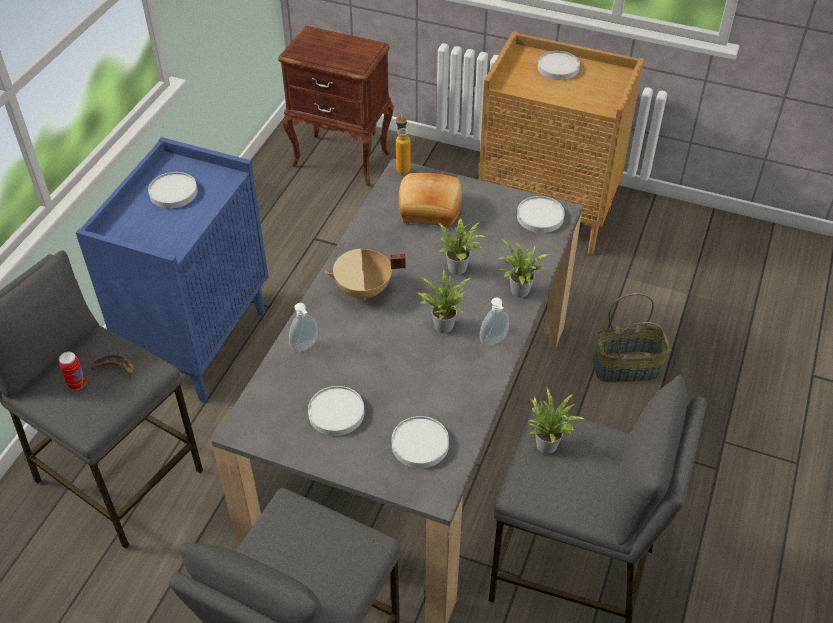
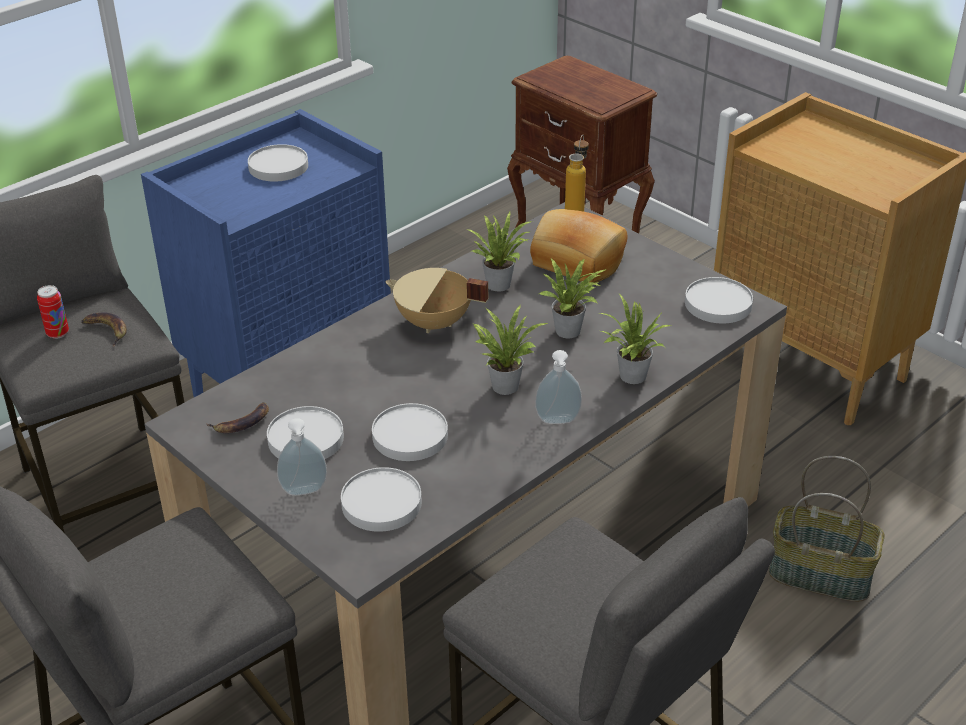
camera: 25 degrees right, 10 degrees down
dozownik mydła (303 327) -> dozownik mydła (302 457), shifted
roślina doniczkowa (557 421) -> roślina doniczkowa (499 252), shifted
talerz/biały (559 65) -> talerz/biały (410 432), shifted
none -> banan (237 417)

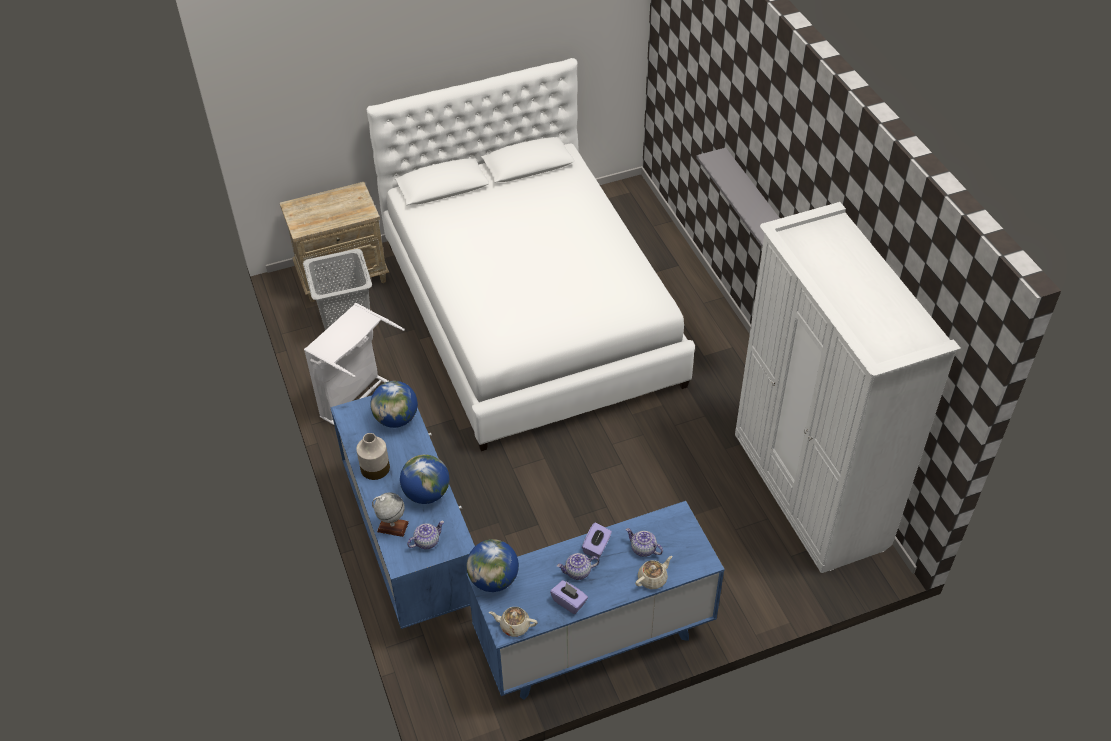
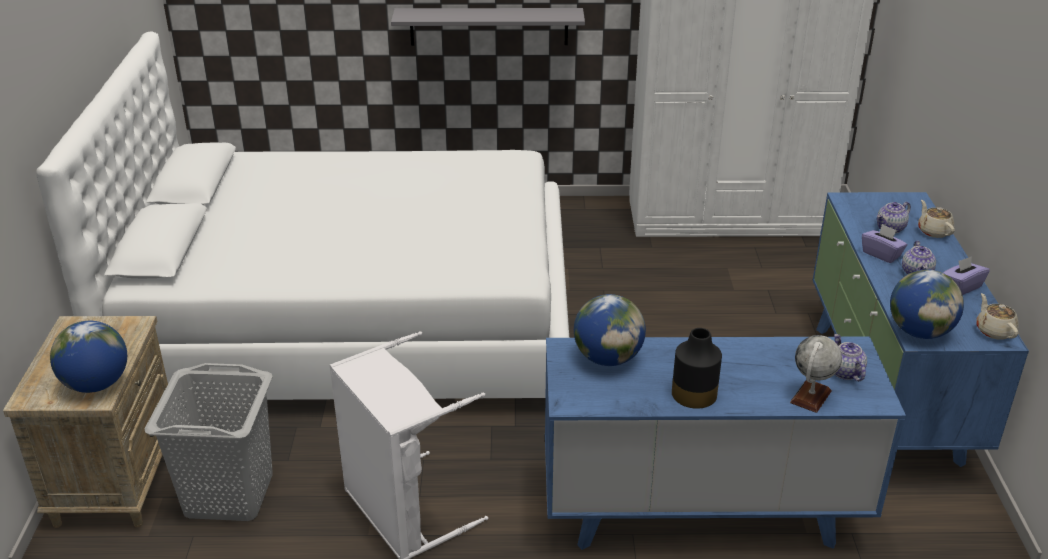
camera: 70 degrees left, 15 degrees down
wazon/beżowy (373 456) -> wazon/czarny (697 368)
globus (424 479) -> globus (88 357), shifted
imbryk/beżowy (513 622) -> imbryk/beżowy (997 316), 135 degrees clockwise

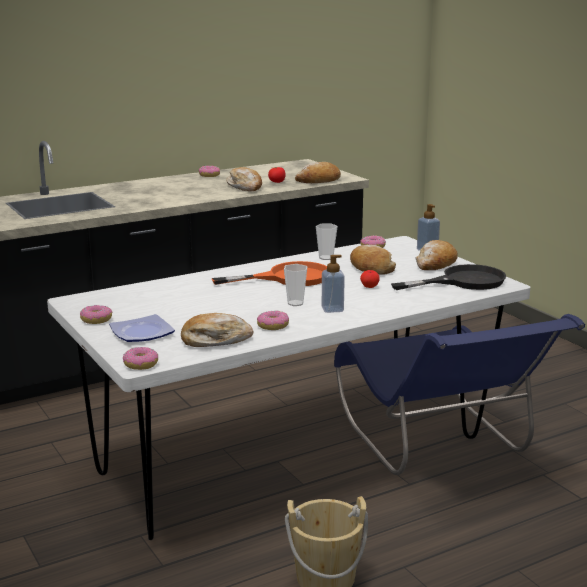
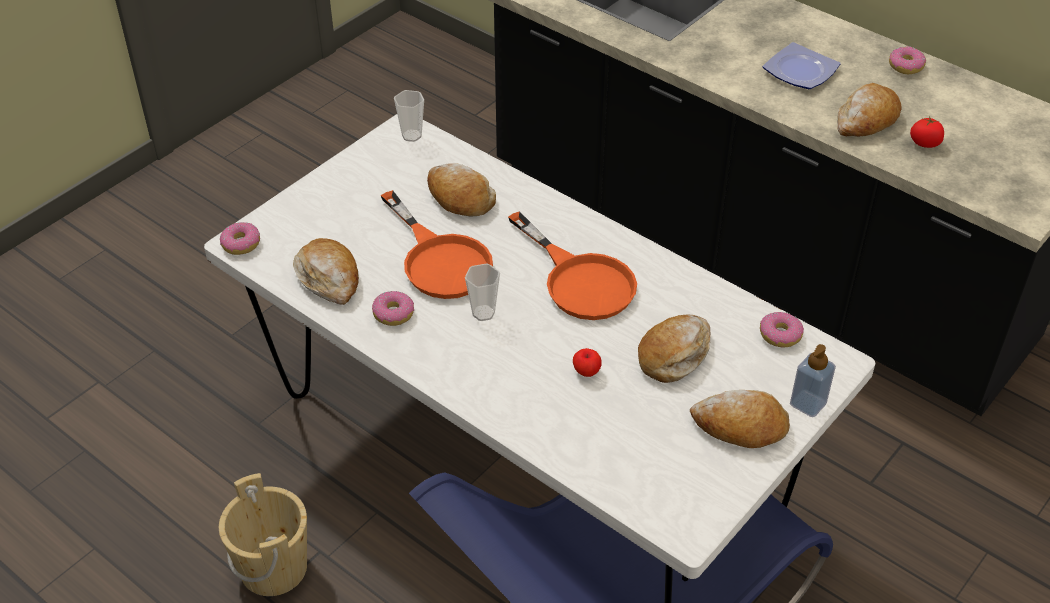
camera: 70 degrees right, 25 degrees up
donut (96 314) -> none
talerz (142 328) -> talerz (802 65), shifted
chleb (318 172) -> chleb (461 190), shifted
filiżanka (327 242) -> filiżanka (409 116), shifted
dozownik mydła (333 284) -> none
patelnia/czarny (448 277) -> none
none -> patelnia/pomarańczowy (437 244)

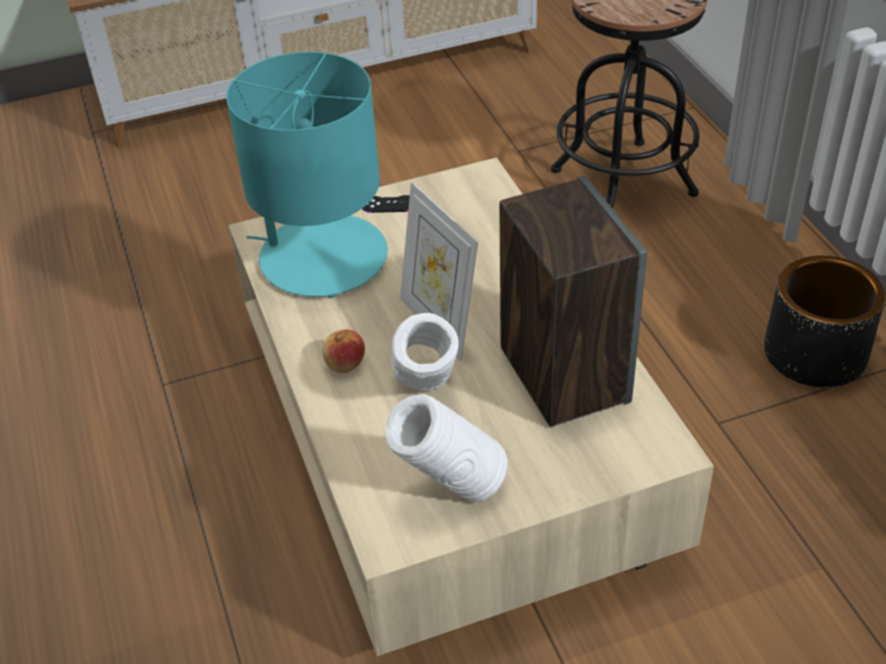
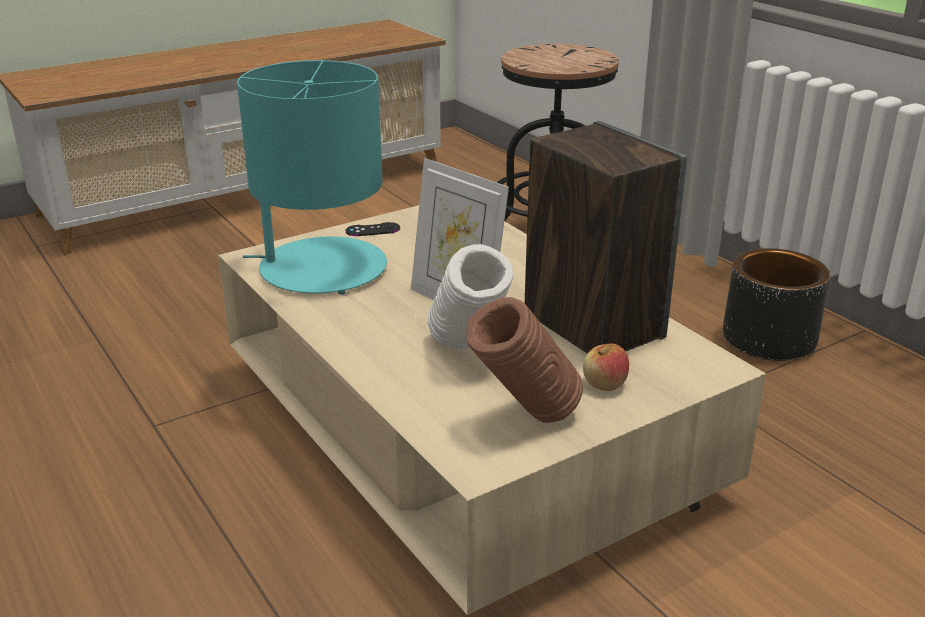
camera: 15 degrees left, 15 degrees down
jabłko (343 351) -> jabłko (606 367), shifted
wazon/biały (446 448) -> wazon/brązowy (524 360)

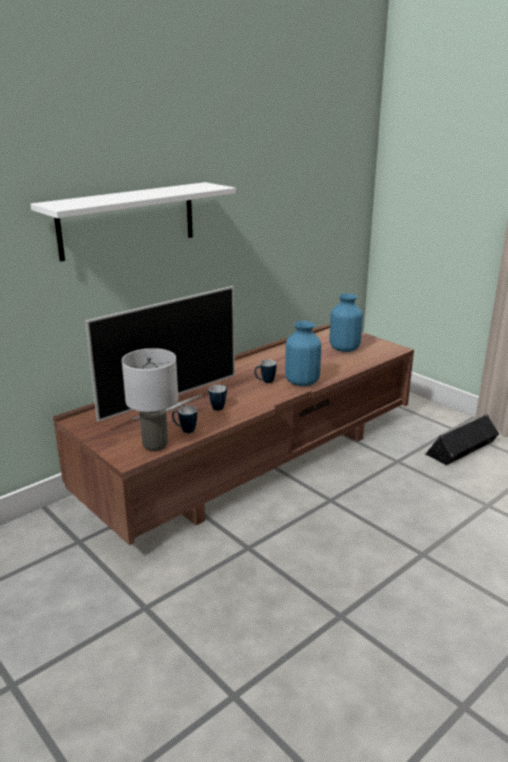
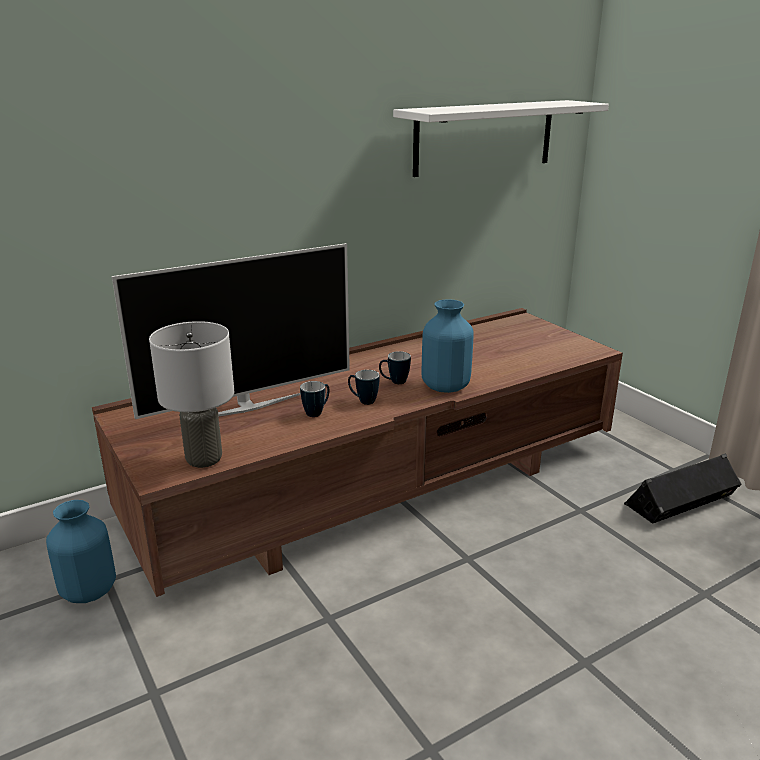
camera: 10 degrees right, 0 degrees up
półka/biały (133 221) -> półka/biały (501 138), shifted
kubek (184 419) -> kubek (363 387), shifted
wazon/niebieski (346 323) -> wazon/niebieski (81 551), shifted

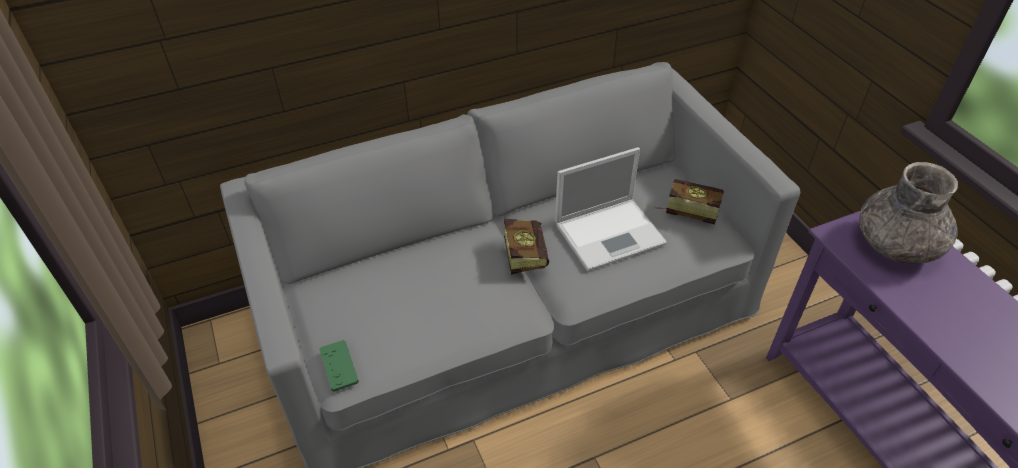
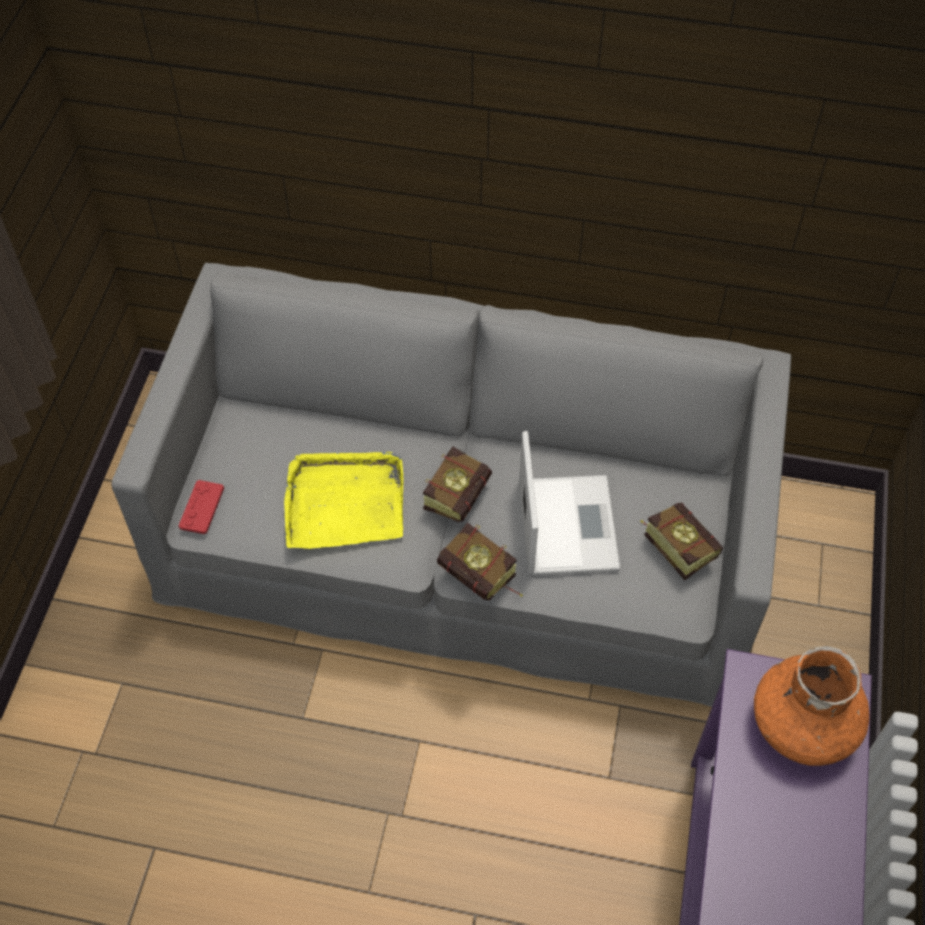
camera: 35 degrees right, 10 degrees up
pad do gier/zielony (339 366) -> pad do gier/czerwony (201 507)
laptop (611 209) -> laptop (569 503), 105 degrees counterclockwise
wazon/szary (908 213) -> wazon/pomarańczowy (811 706)
none -> taca/żółty (343 500)
none -> książka (480 561)

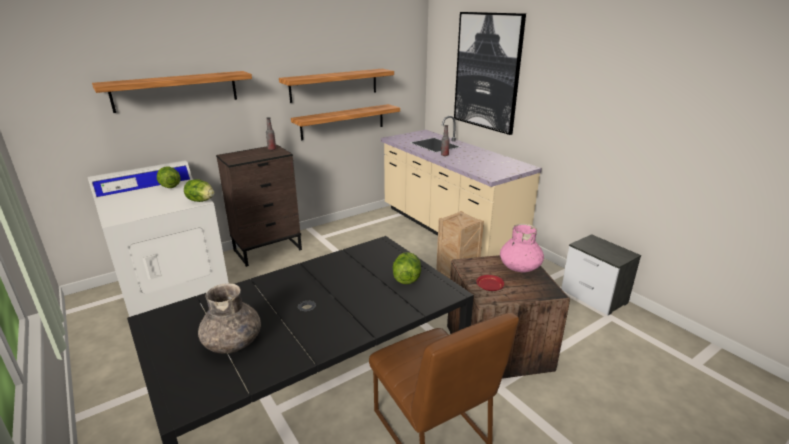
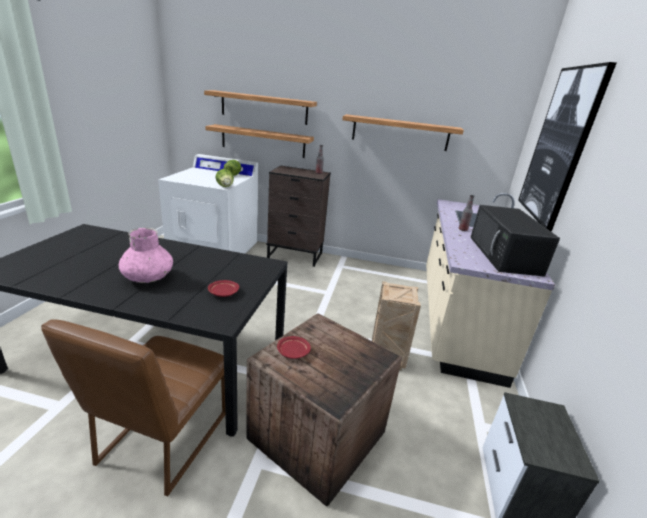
camera: 45 degrees right, 0 degrees up
wazon/szary (229 318) -> none
półka (345 122) -> półka (259 141), shifted
sałata (407 268) -> talerz/czerwony (223 288)
wazon/różowy (522 248) -> wazon/różowy (146 255), shifted
none -> mikrofalówka/czarny (515 241)

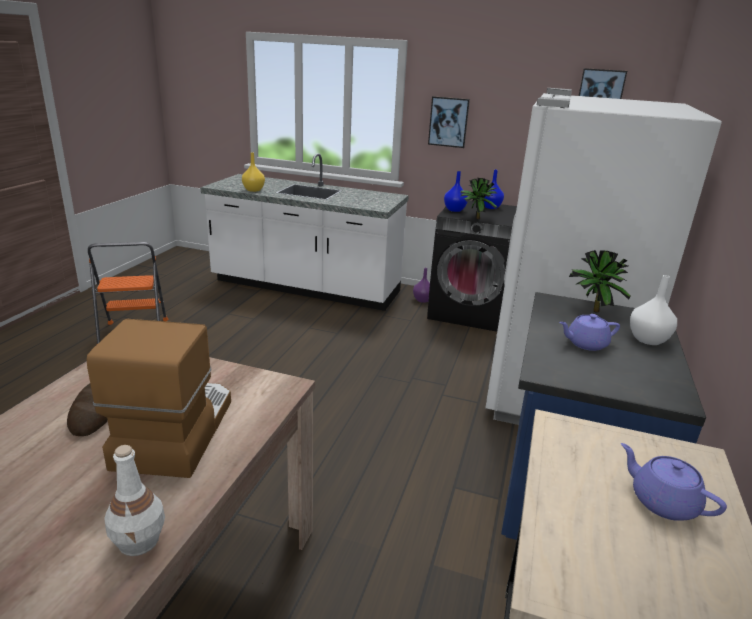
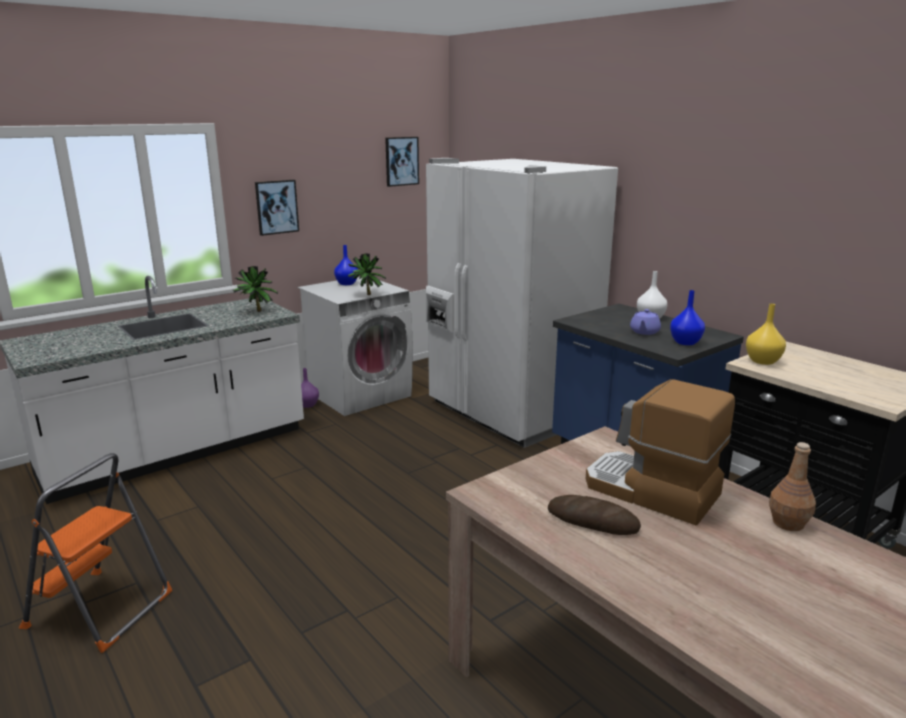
camera: 55 degrees left, 5 degrees down
butelka/biały (134 500) -> butelka/brązowy (792 486)
wazon/żółty (253 172) -> wazon/żółty (766 334), shifted
pralka/czarny (472 266) -> pralka/biały (355 346)
wazon/niebieski (456 191) -> wazon/niebieski (687 317), shifted
roślina doniczkowa (600 281) -> roślina doniczkowa (255 289), shifted
imbryk/fioletowy (674 482) -> none

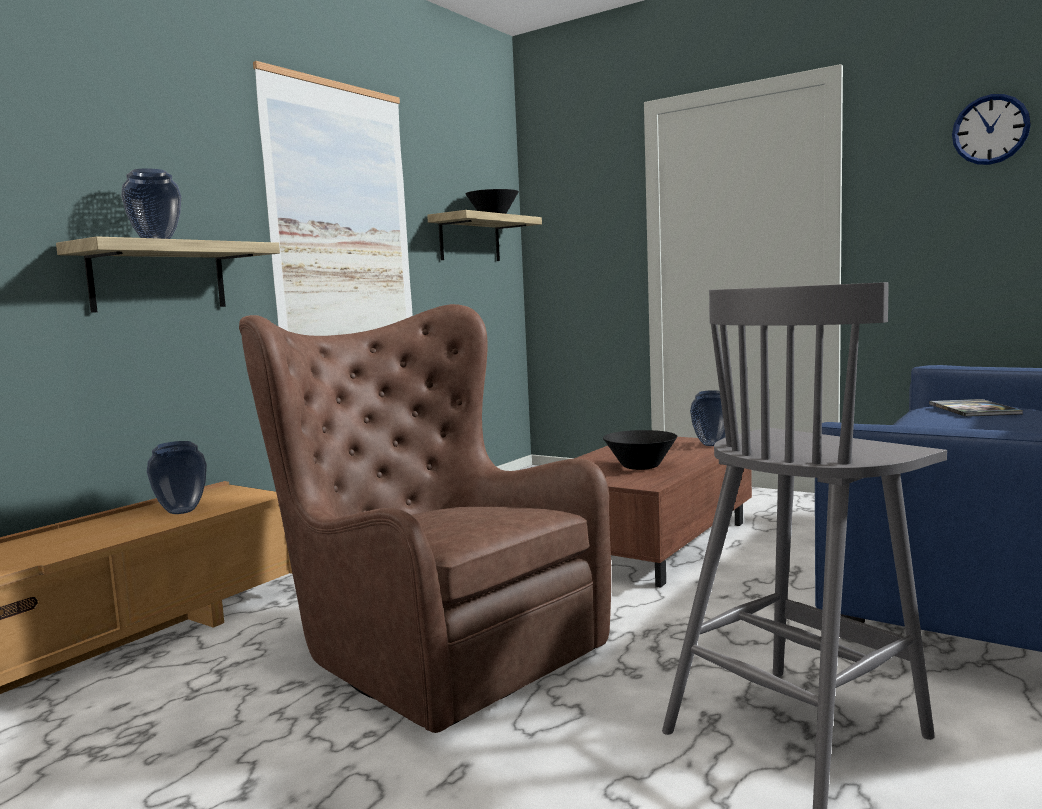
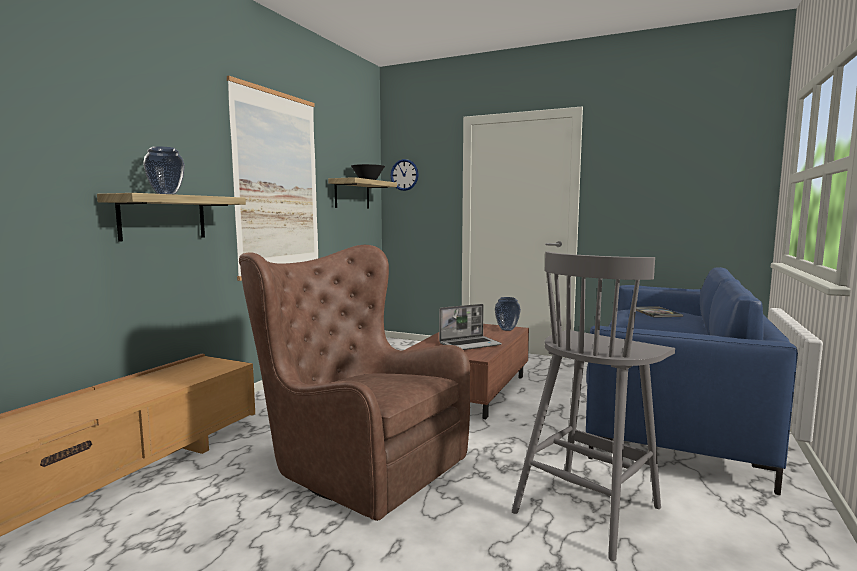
camera: 10 degrees left, 0 degrees up
wazon (177 477) -> none
miska/czarny (640 450) -> laptop (470 327)
zegar ścienny (991 129) -> zegar ścienny (404 175), shifted

